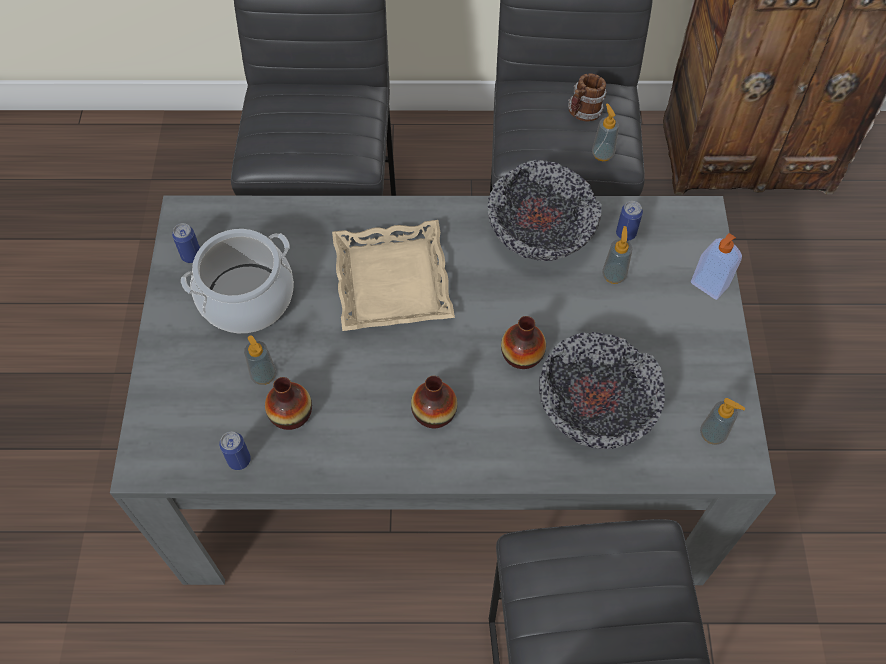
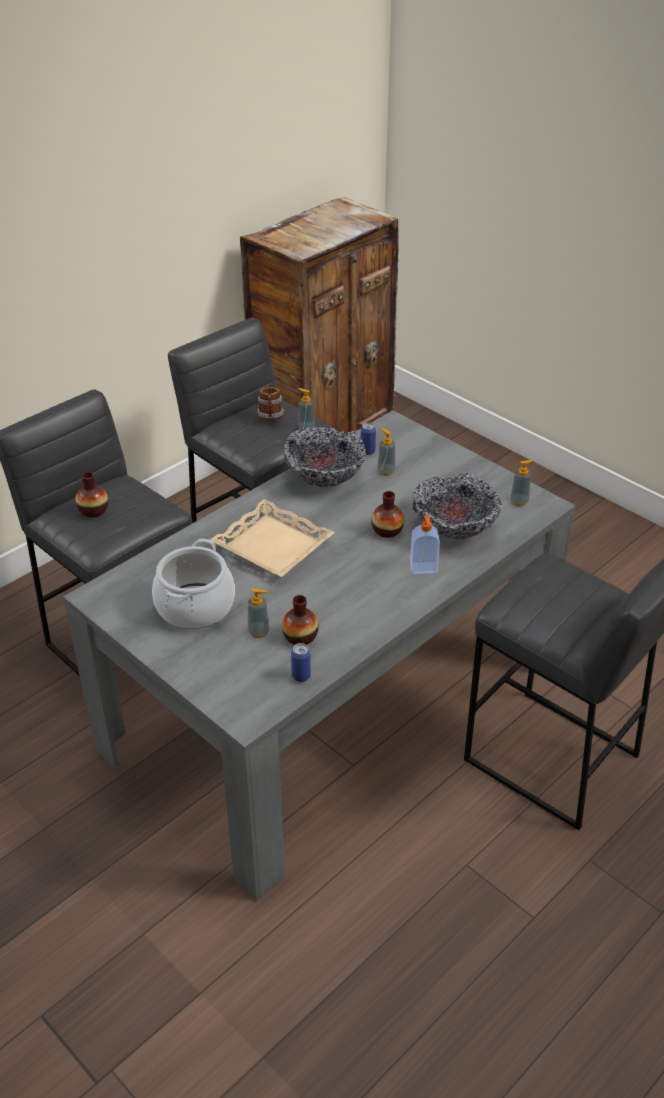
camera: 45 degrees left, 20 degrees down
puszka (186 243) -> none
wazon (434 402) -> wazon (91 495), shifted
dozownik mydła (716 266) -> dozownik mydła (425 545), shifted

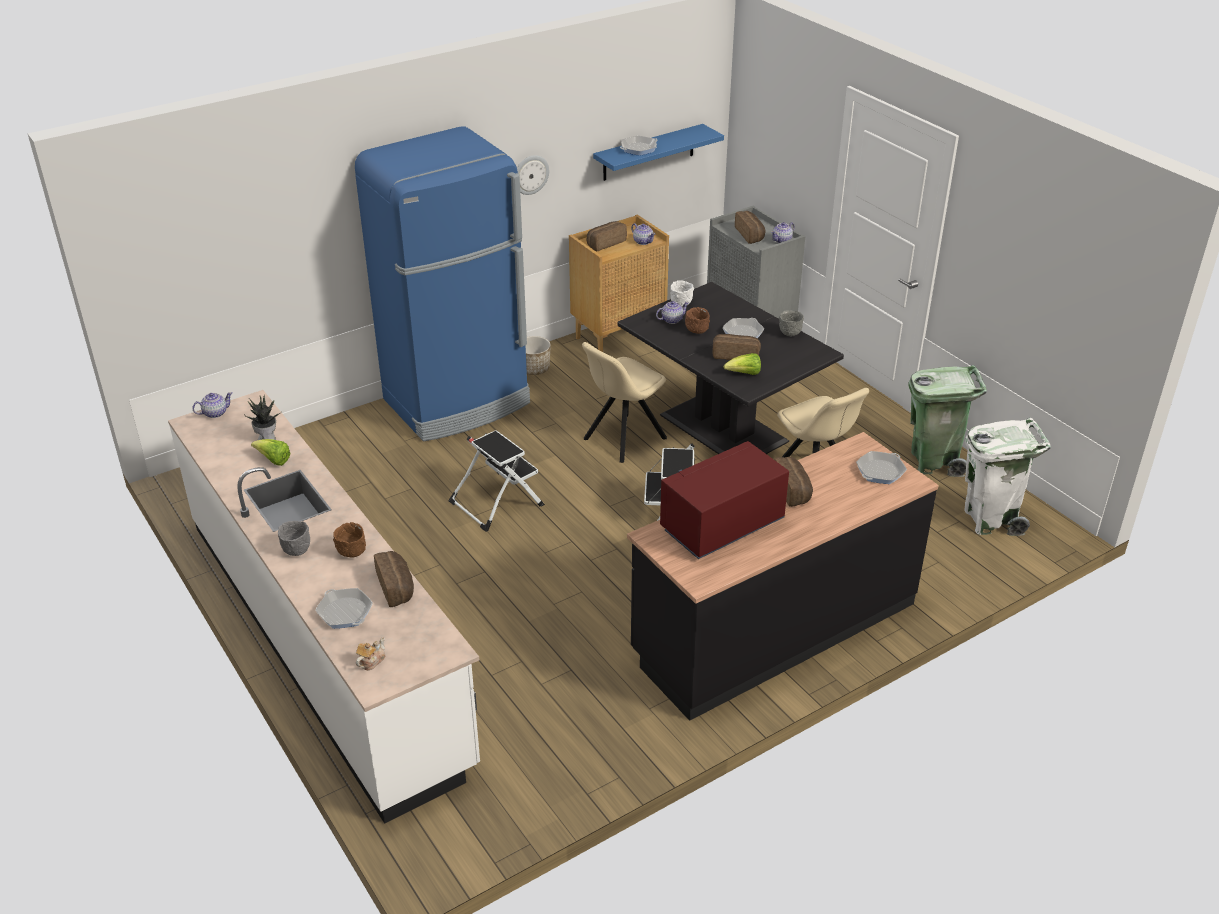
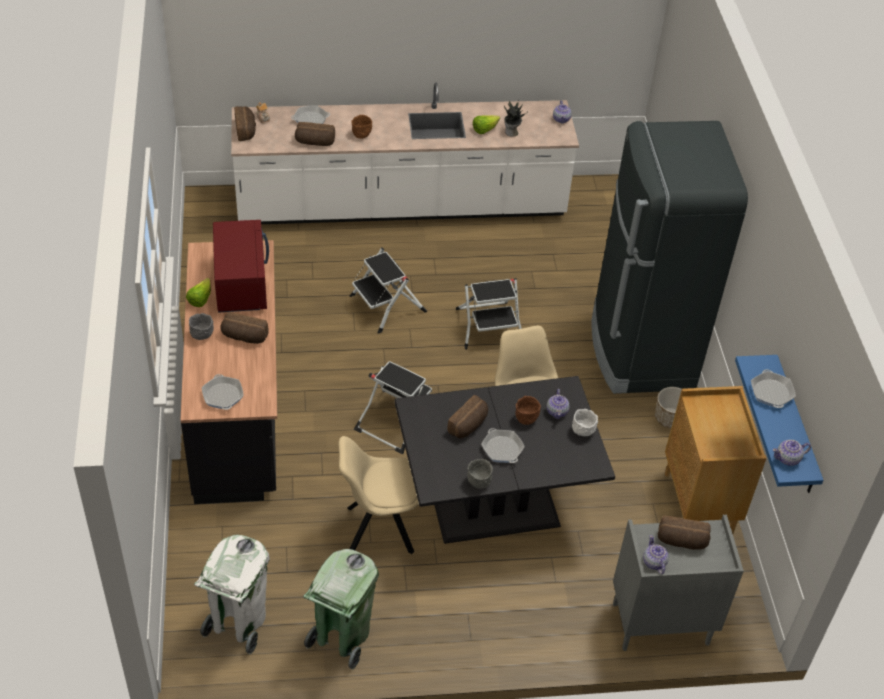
camera: 115 degrees right, 10 degrees up
miska/szary (294 538) -> miska/szary (201 326), shifted
lodówka/niebieski (442 284) -> lodówka/czarny (670 257)
zegar ścienny (533 175) -> none
chleb (607 236) -> chleb (245 123), shifted
imbryk (643 234) -> imbryk (791 453), shifted
sałata (742 364) -> sałata (198 292), shifted
none -> drabinka (388 290)

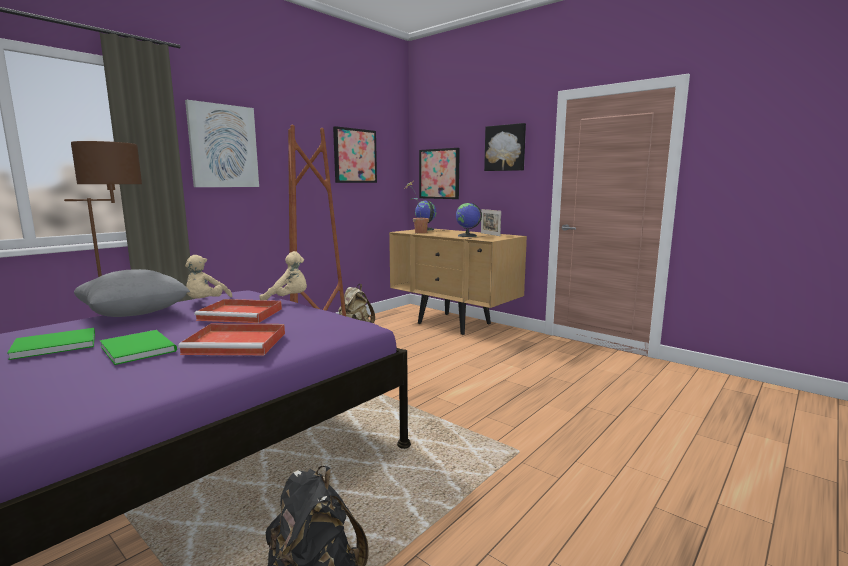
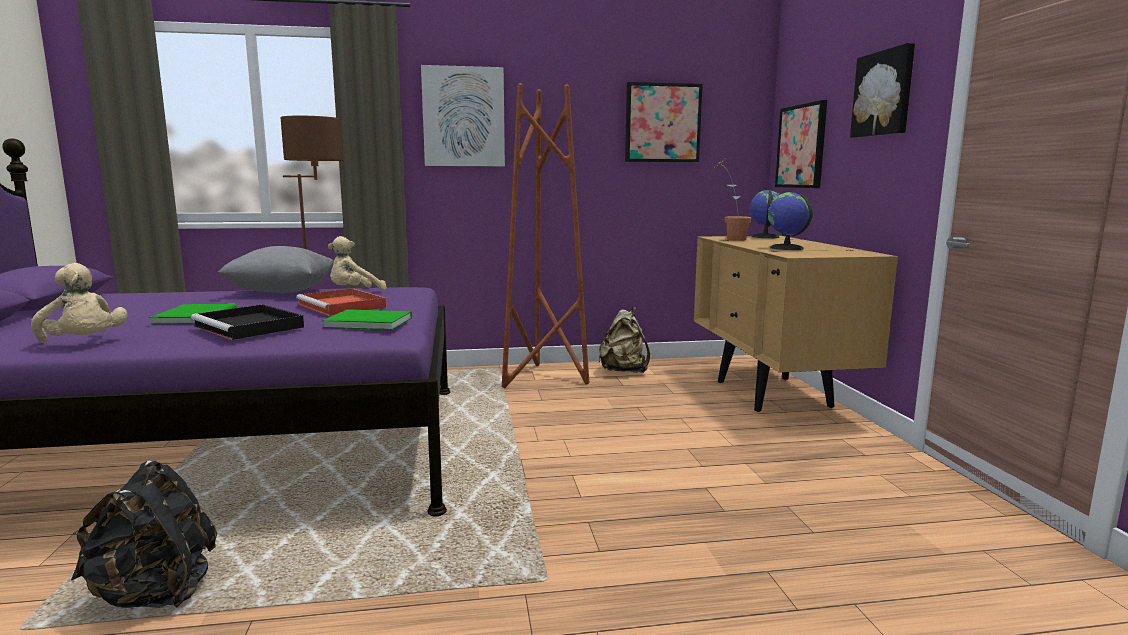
camera: 40 degrees right, 0 degrees up
książka/zielony (51 344) -> książka/zielony (367 319), shifted
taca/czerwony (231 339) -> taca/czarny (247 322)
pluszak/beżowy (283 275) -> pluszak/beżowy (79 303), shifted
ramka na zdjęcie (491 222) -> none

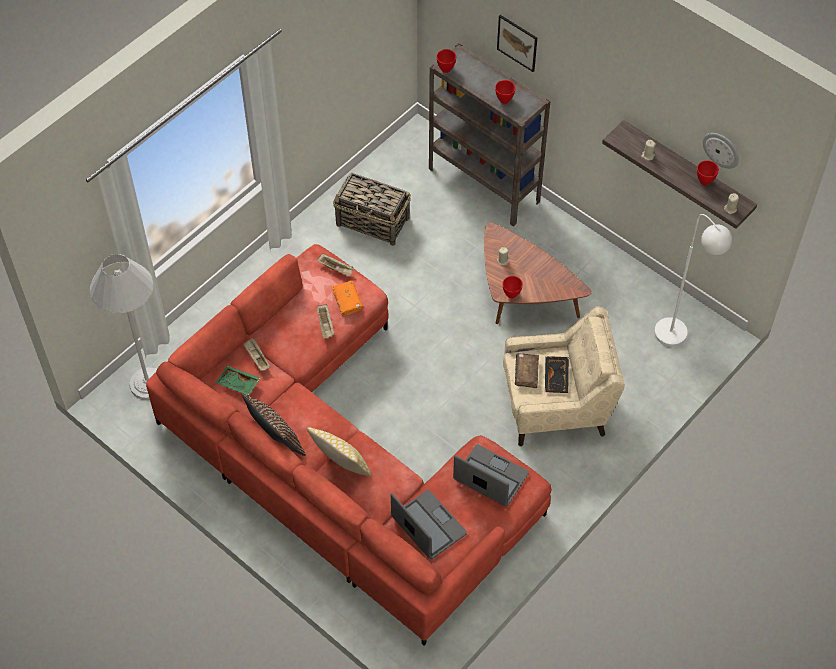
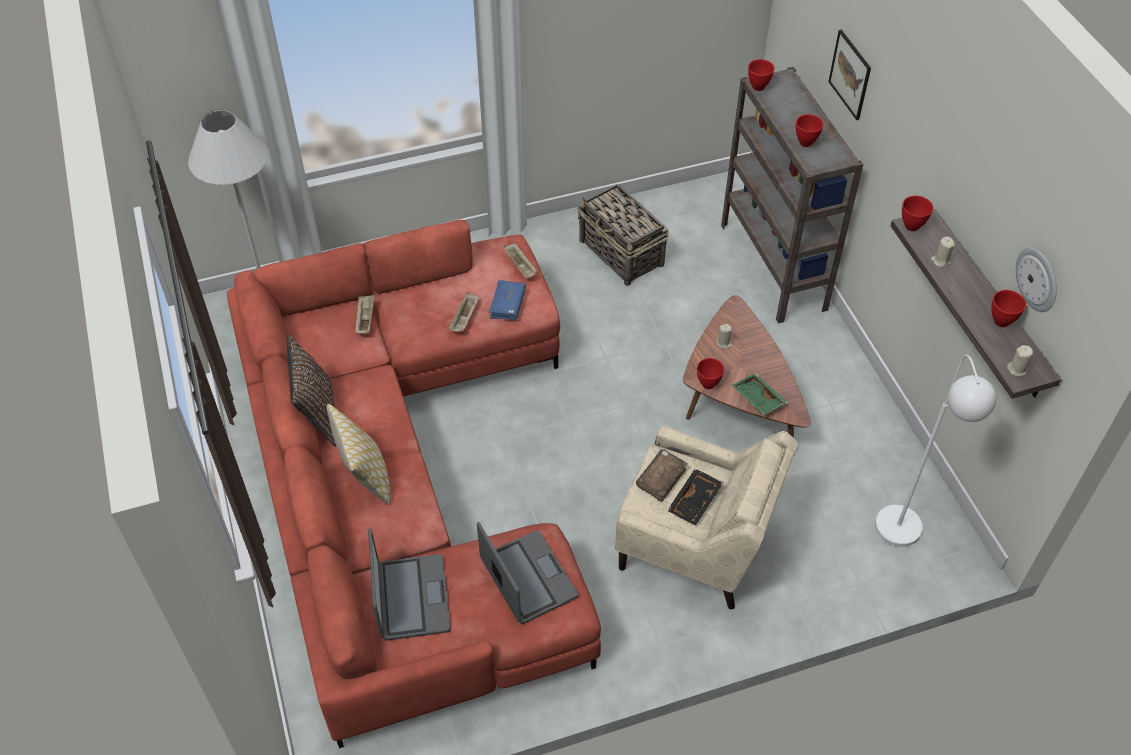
camera: 30 degrees right, 5 degrees down
taca/zielony (237 381) -> taca/zielony (760 394), shifted
książka/pomarańczowy (347 299) -> książka/niebieski (507 300)
none -> miska/czerwony (917 213)

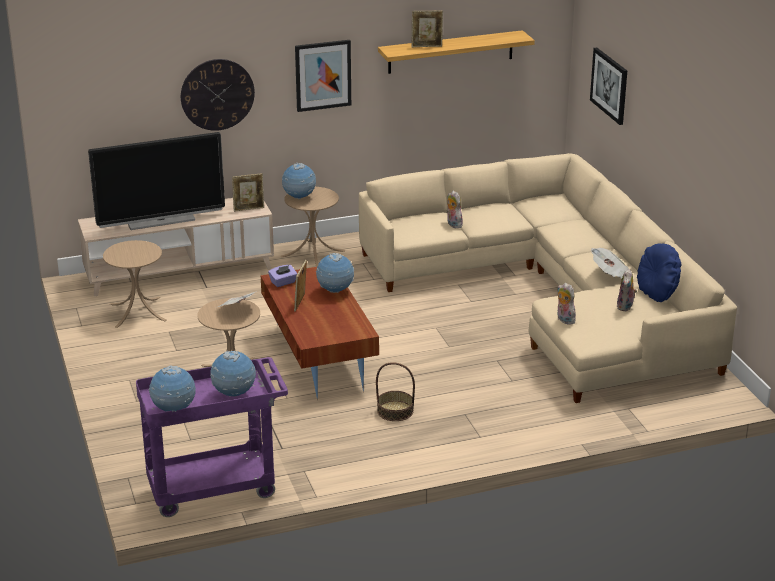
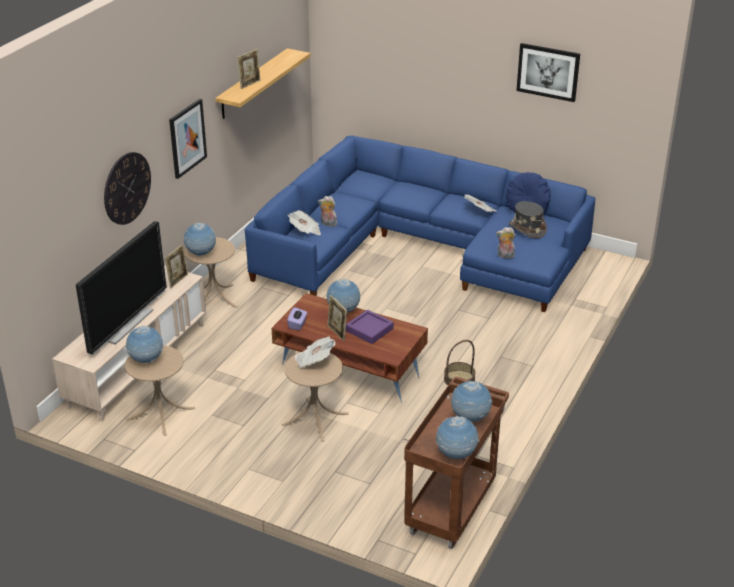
camera: 45 degrees left, 5 degrees up
wózek/fioletowy (212 437) -> wózek/brązowy (456 463)
kanapa/beżowy (548 278) -> kanapa/niebieski (420 224)
obraz (608 86) -> obraz (548 72), shifted
pluszak (627 290) -> kapelusz/szary (528 219)
none -> globus (144 344)
none -> gazeta (304 222)
none -> taca/fioletowy (370 327)

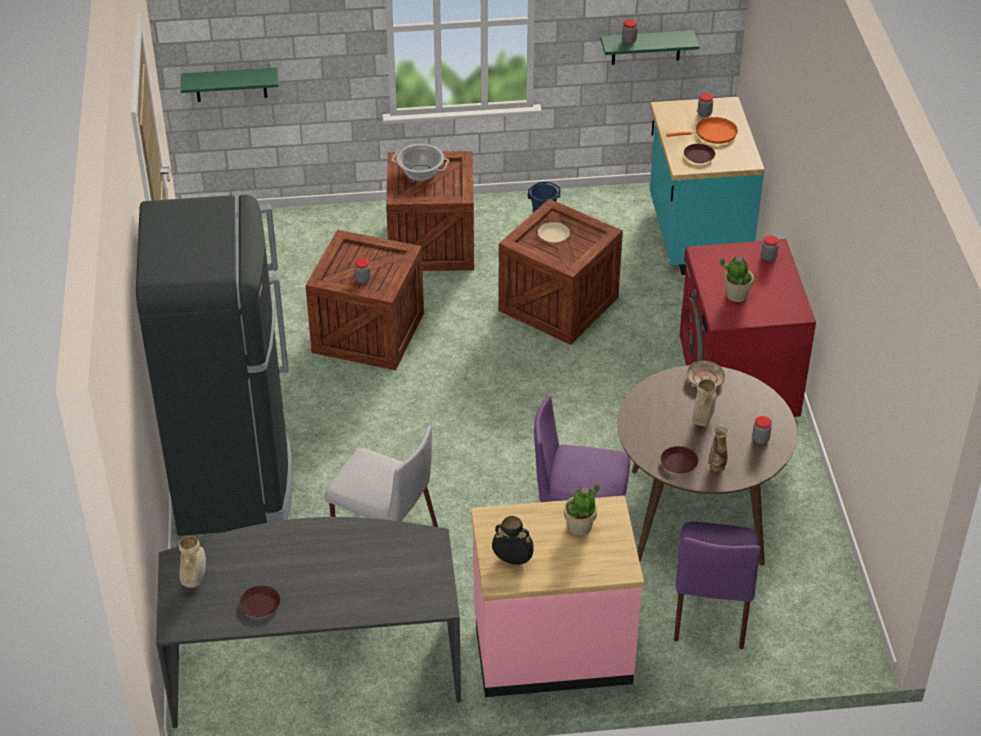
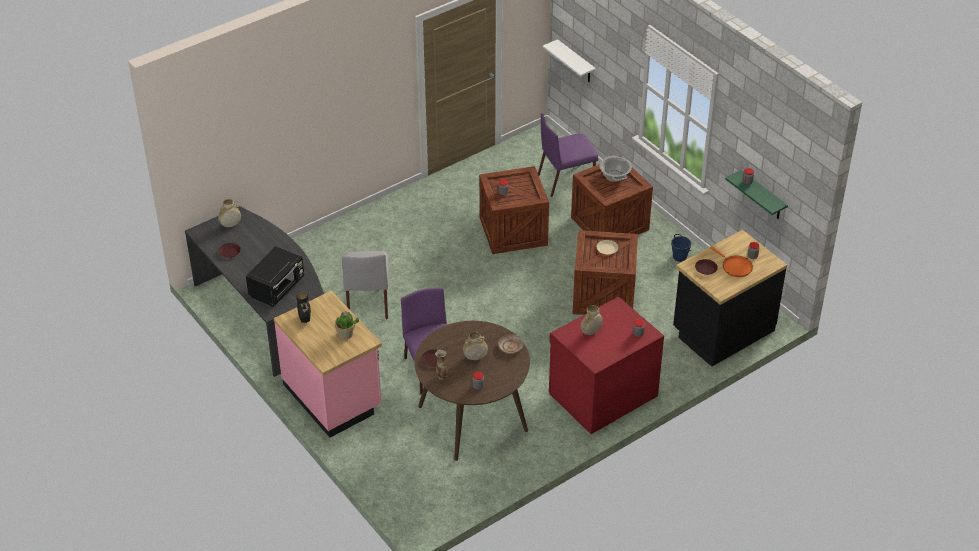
camera: 60 degrees right, 0 degrees up
lodówka/czarny (214 365) -> none
półka/zielony (230 85) -> półka/biały (569 60)
zabudowa kuchenna/turkusowy (707 186) -> zabudowa kuchenna/czarny (730 298)
krzesło/fioletowy (717 585) -> krzesło/fioletowy (568 155), shifted
roślina doniczkowa (737 278) -> wazon/beżowy (591 320)
none -> mikrofalówka/czarny (275 276)

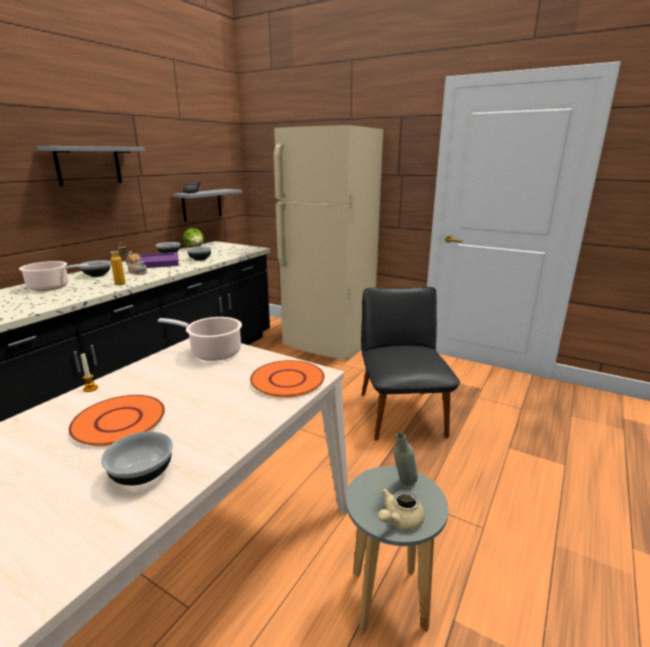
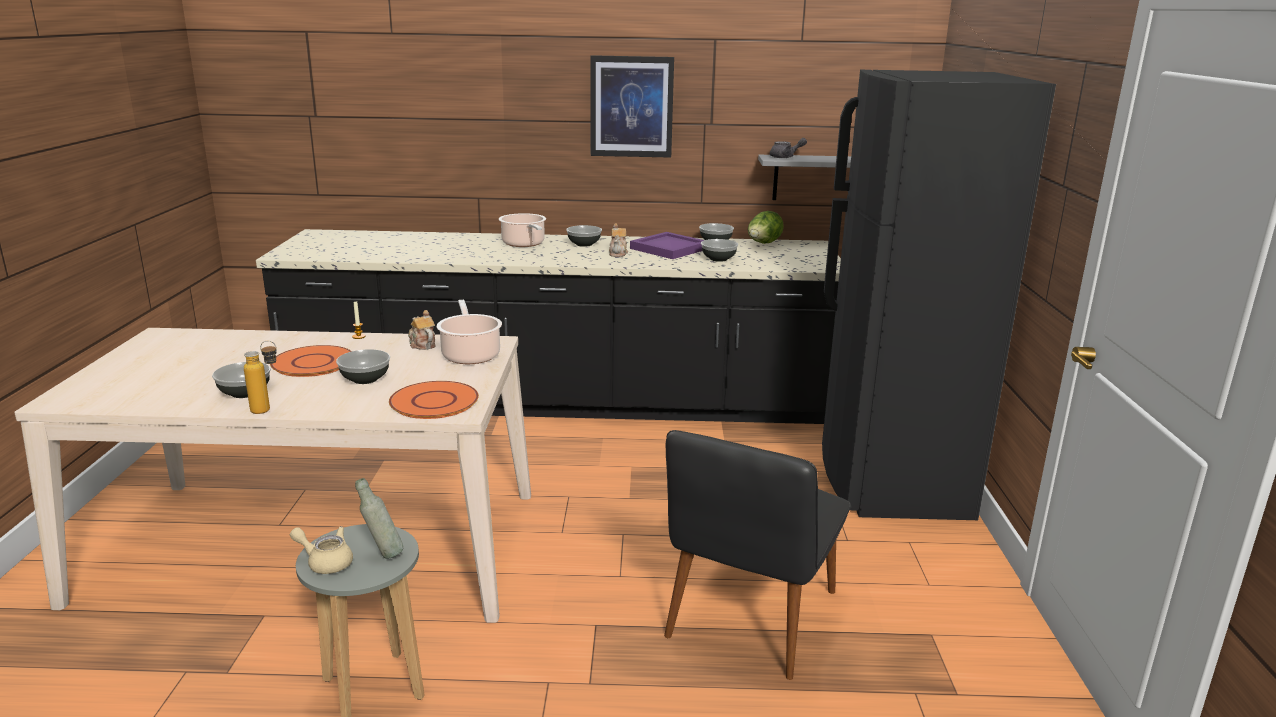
camera: 60 degrees right, 0 degrees up
półka/szary (91 166) -> obraz (632 106)
butelka (118 264) -> butelka (260 377), shifted
lodówka/beżowy (328 243) -> lodówka/czarny (939 295)
krzesło/czarny (410 364) -> krzesło/czarny (757 555), 150 degrees clockwise
none -> miska (363 366)
none -> imbryk (422 330)

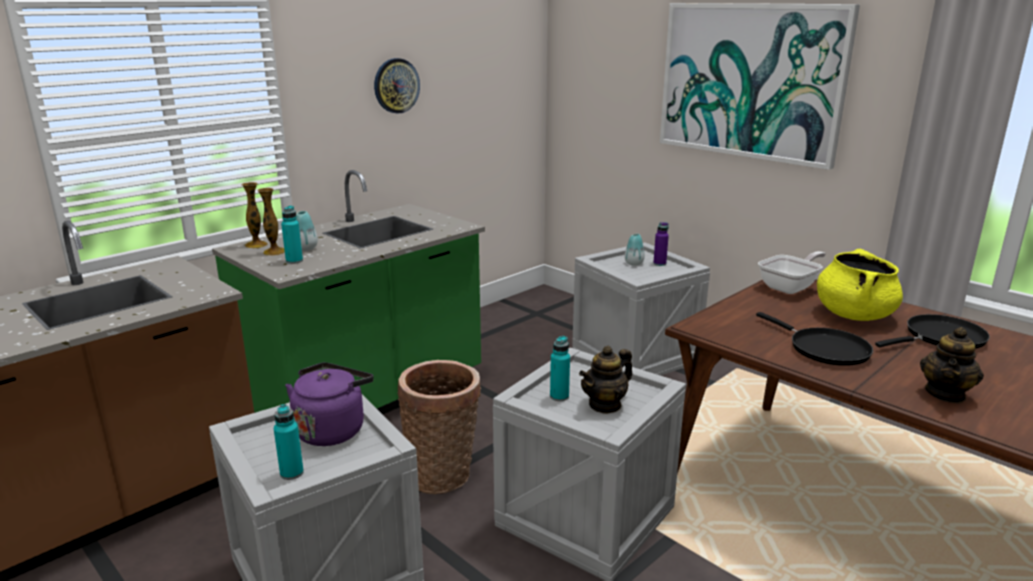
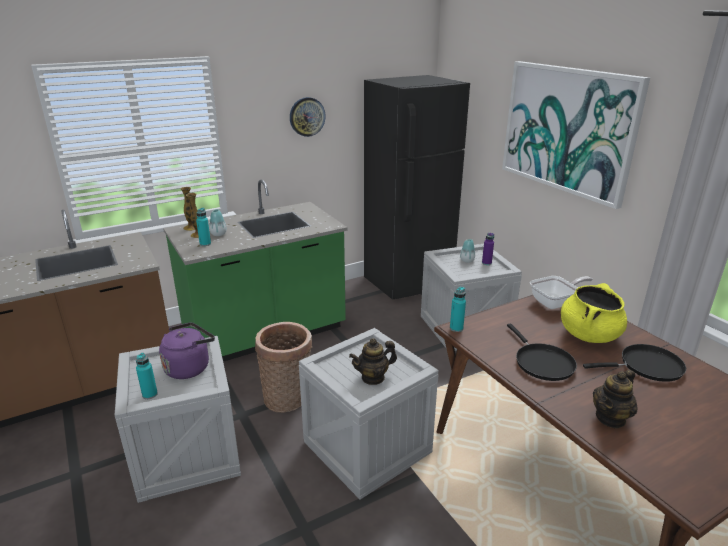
camera: 15 degrees right, 5 degrees up
butelka/turkusowy (560 368) -> butelka/turkusowy (458 309), shifted
none -> lodówka/czarny (417 187)

